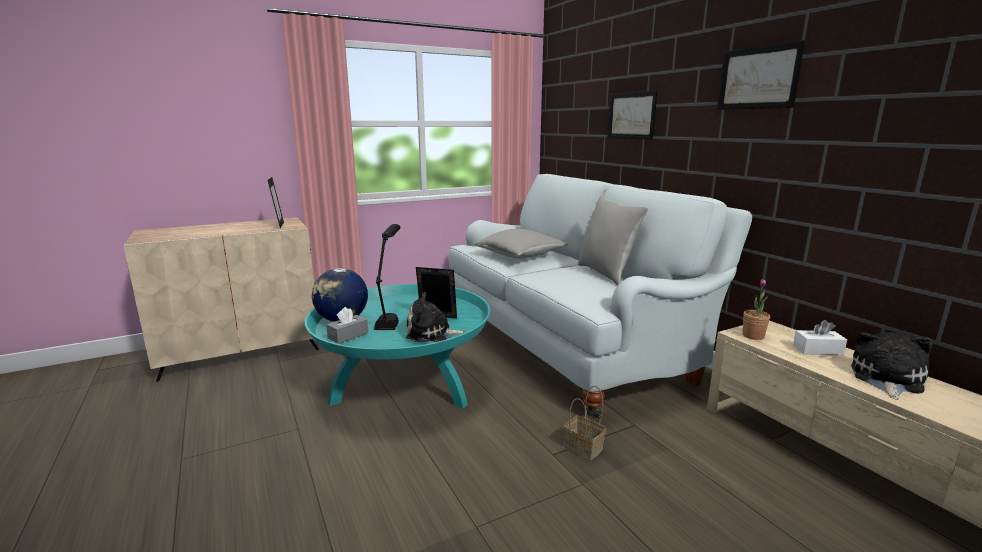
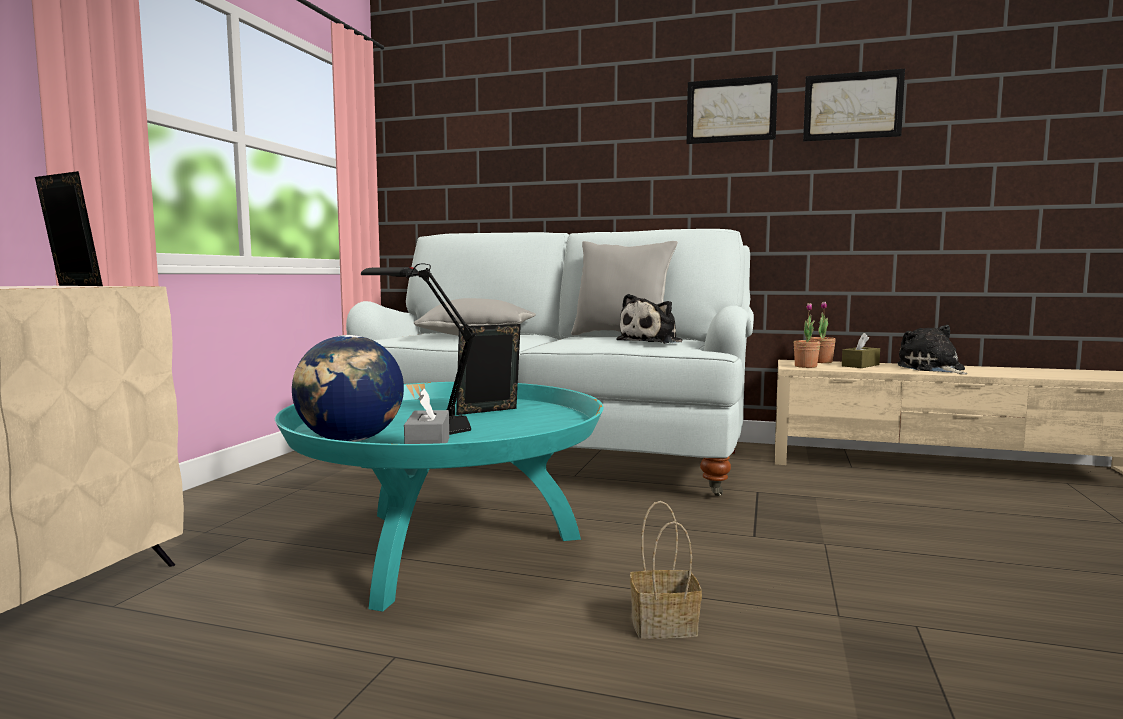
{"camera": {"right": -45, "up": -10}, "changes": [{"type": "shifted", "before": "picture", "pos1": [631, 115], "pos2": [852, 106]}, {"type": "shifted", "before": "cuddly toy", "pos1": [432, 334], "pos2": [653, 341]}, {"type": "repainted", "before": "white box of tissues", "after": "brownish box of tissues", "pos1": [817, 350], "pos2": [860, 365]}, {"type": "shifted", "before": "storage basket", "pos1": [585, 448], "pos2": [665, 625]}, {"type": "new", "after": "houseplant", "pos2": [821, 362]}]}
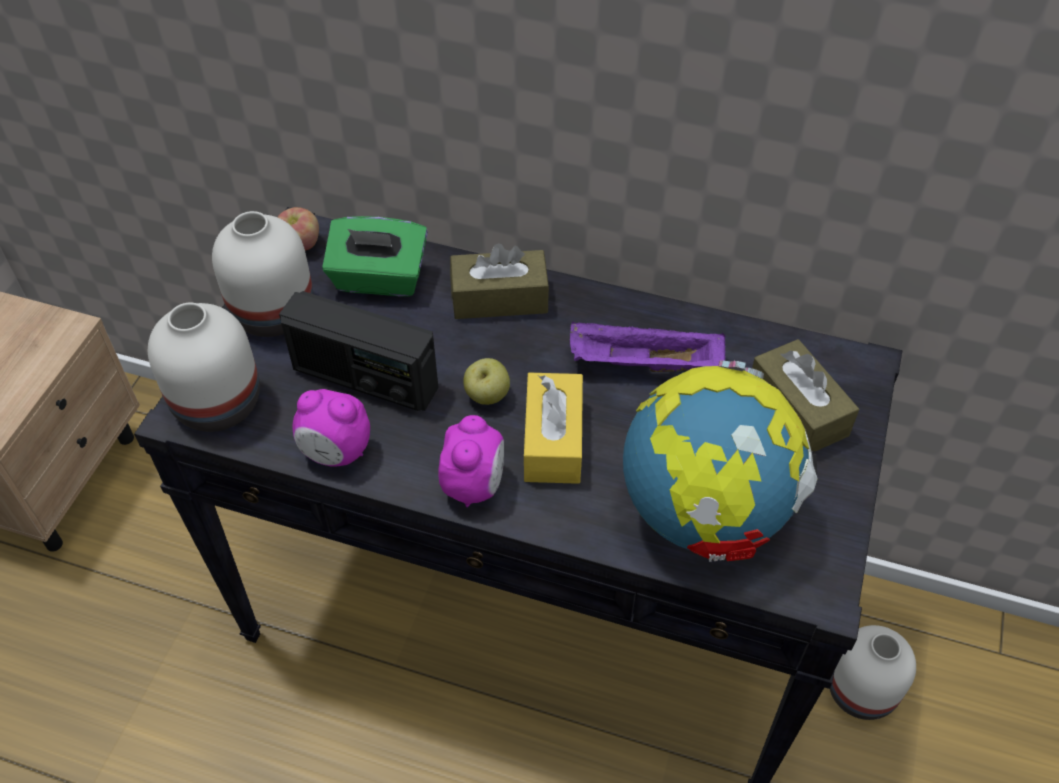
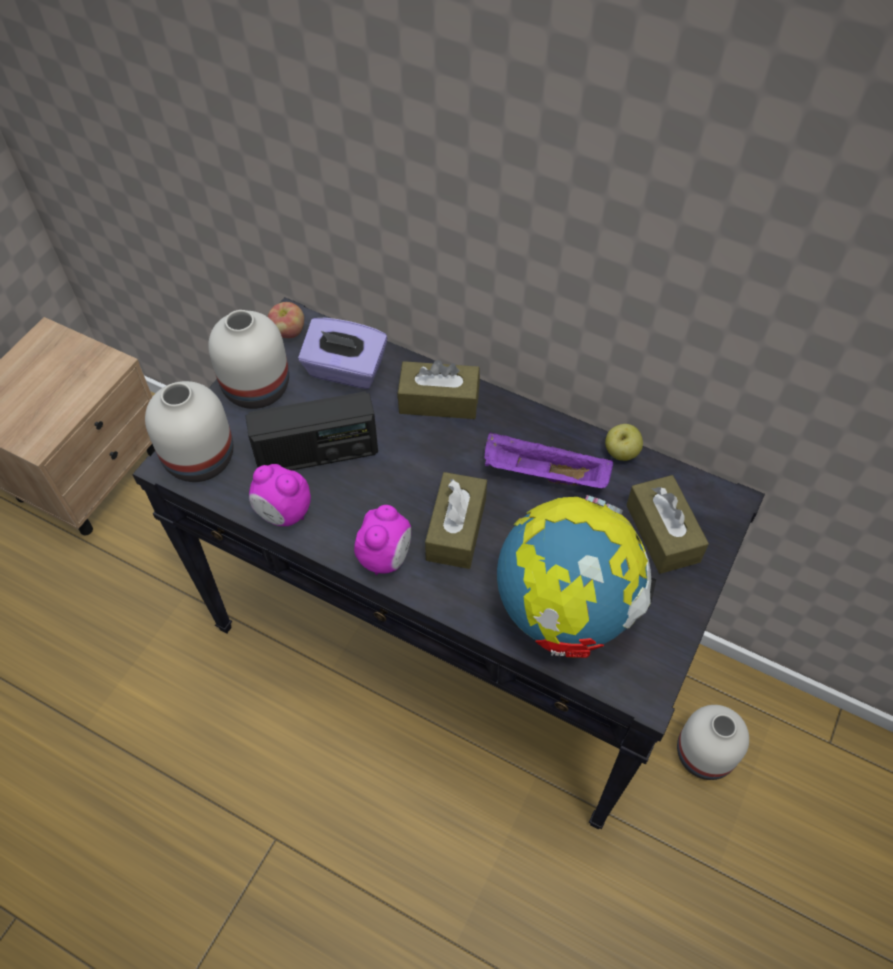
{"camera": {"right": 10, "up": 5}, "changes": [{"type": "repainted", "before": "green-coloured box of tissues", "after": "purplish box of tissues", "pos1": [379, 279], "pos2": [345, 370]}, {"type": "rotated", "before": "radio", "pos1": [364, 378], "pos2": [317, 454], "turn": -45}, {"type": "shifted", "before": "apple fruit", "pos1": [487, 396], "pos2": [621, 453]}, {"type": "repainted", "before": "yellowish box of tissues", "after": "brownish box of tissues", "pos1": [553, 440], "pos2": [456, 529]}]}
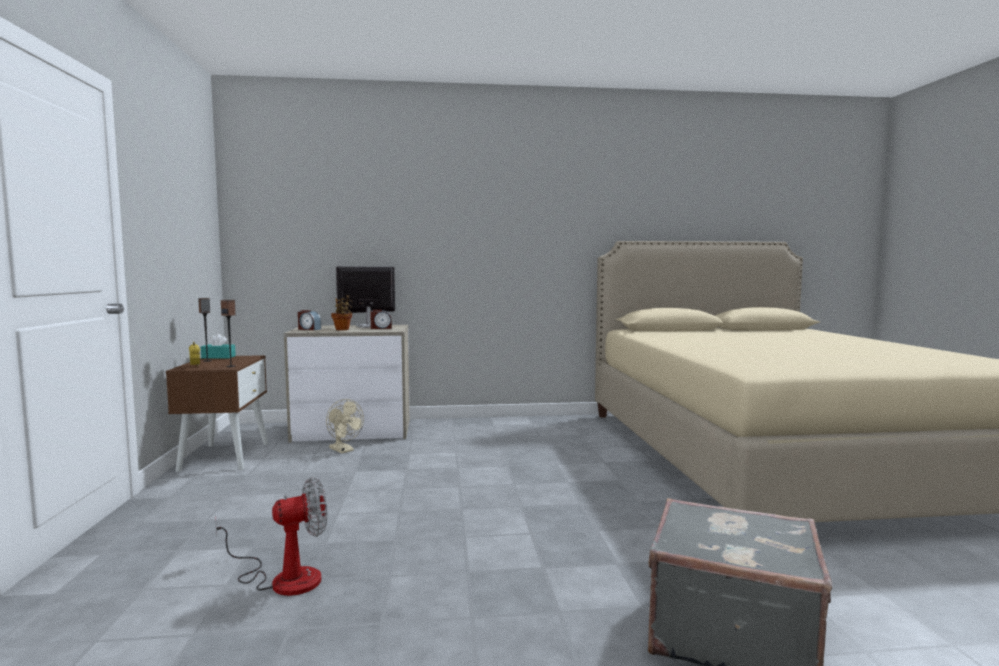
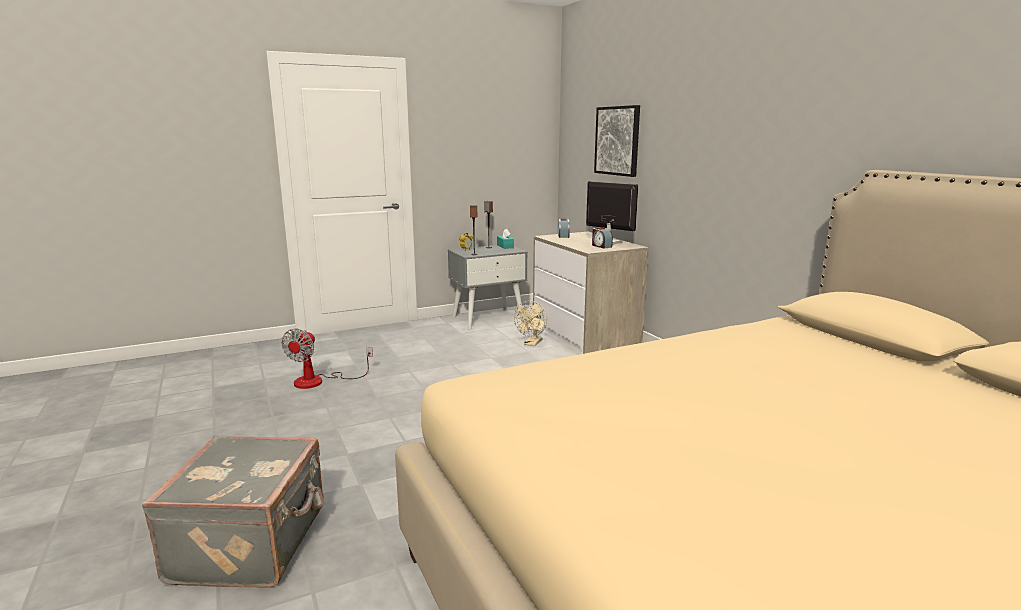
{"camera": {"right": 70, "up": 10}, "changes": [{"type": "gone", "before": "houseplant", "pos1": [342, 329]}, {"type": "repainted", "before": "brownish nightstand", "after": "greyish nightstand", "pos1": [225, 456], "pos2": [488, 318]}, {"type": "rotated", "before": "cooling fan", "pos1": [283, 578], "pos2": [319, 381], "turn": 60}, {"type": "new", "after": "picture", "pos2": [617, 141]}]}
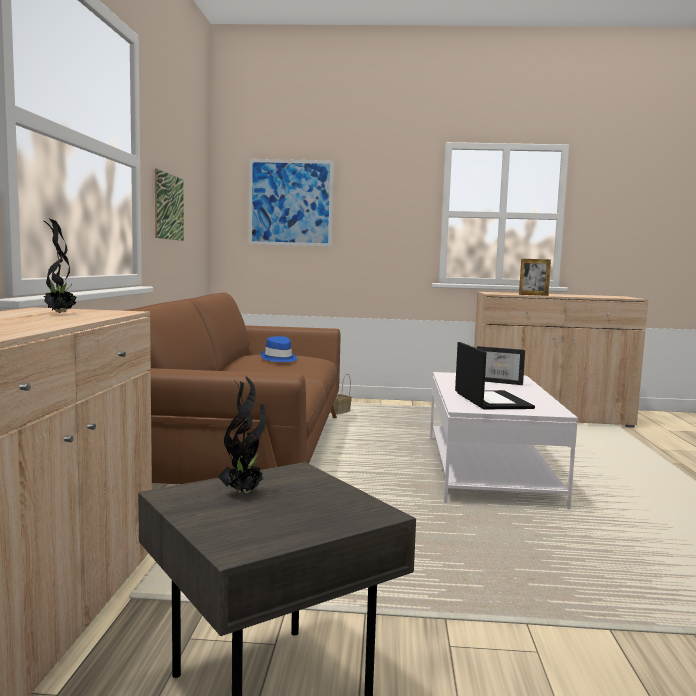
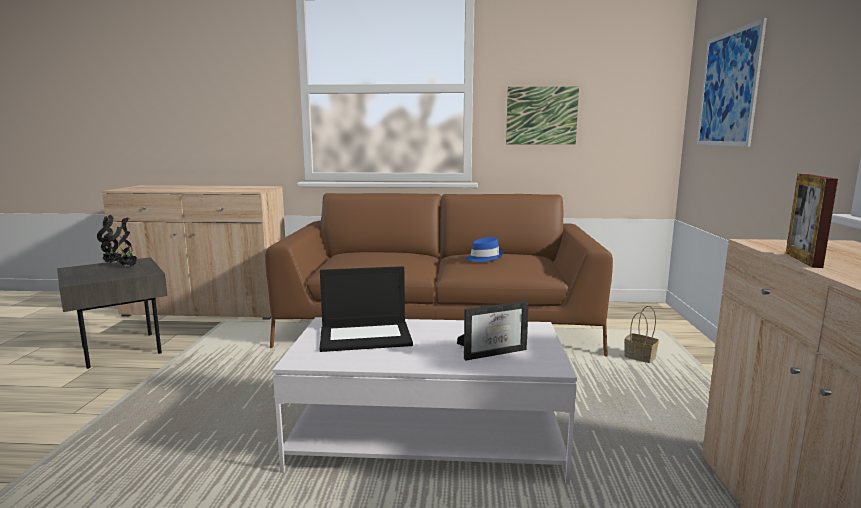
{"camera": {"right": 90, "up": 5}, "changes": [{"type": "shifted", "before": "houseplant", "pos1": [59, 313], "pos2": [113, 263]}, {"type": "rotated", "before": "picture frame", "pos1": [500, 382], "pos2": [493, 351], "turn": -135}]}
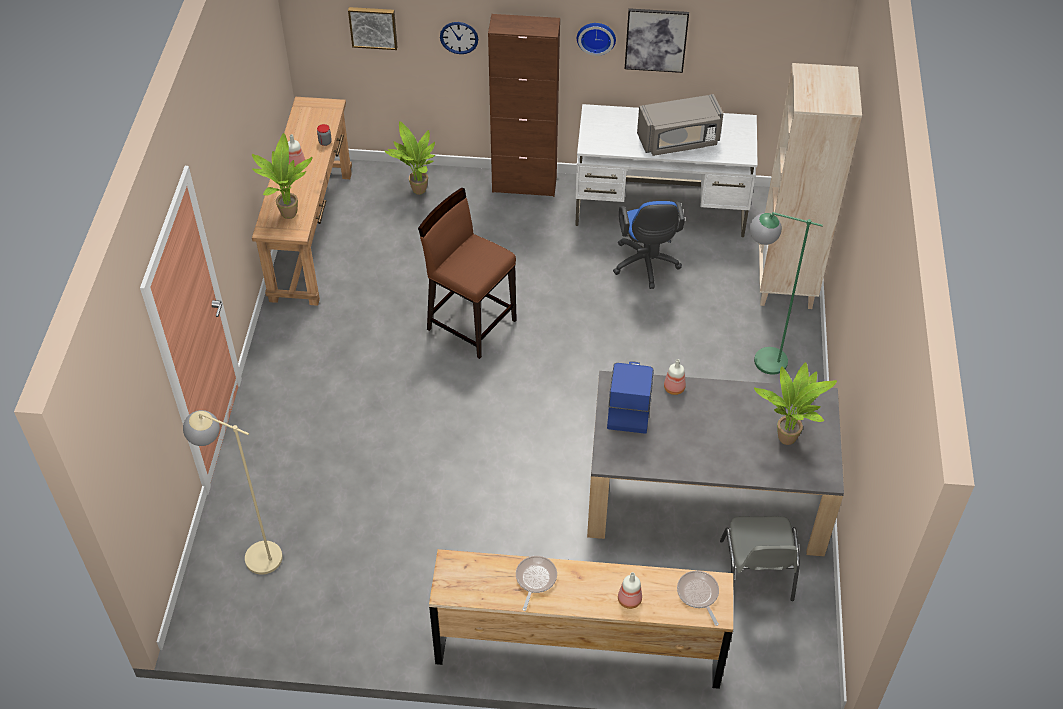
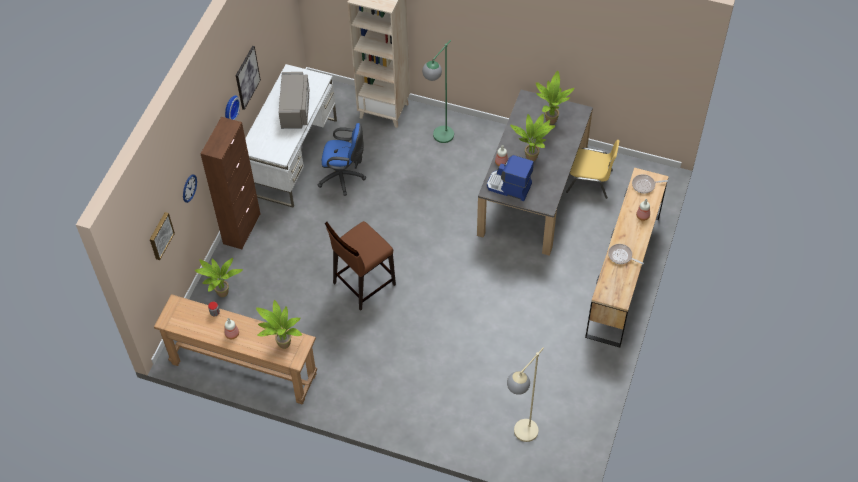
{"camera": {"right": -75, "up": 5}, "changes": [{"type": "repainted", "before": "greyish upright chair", "after": "yellowish upright chair", "pos1": [757, 571], "pos2": [590, 181]}, {"type": "new", "after": "houseplant", "pos2": [532, 157]}]}
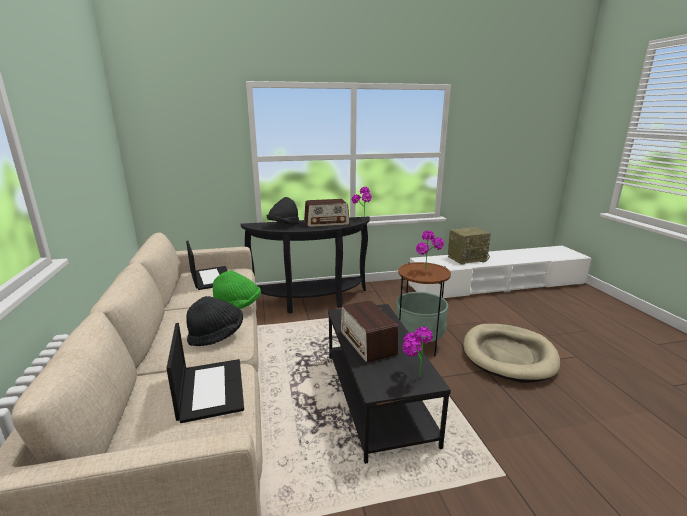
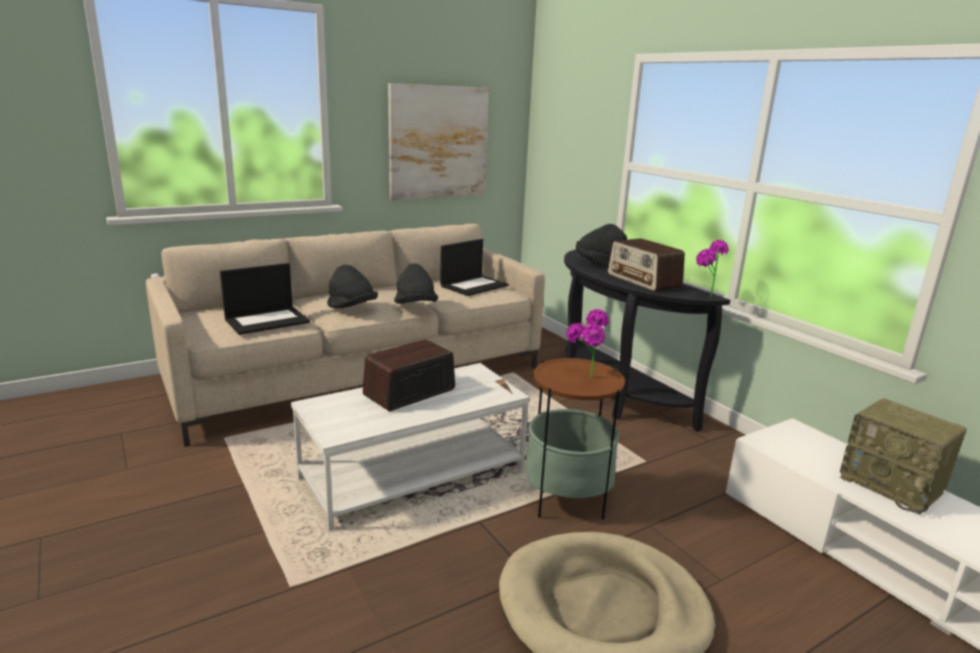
{"camera": {"right": 70, "up": 0}, "changes": [{"type": "repainted", "before": "green-coloured clothing hat", "after": "black clothing hat", "pos1": [238, 306], "pos2": [415, 306]}, {"type": "repainted", "before": "black lounge table", "after": "white lounge table", "pos1": [376, 396], "pos2": [413, 473]}, {"type": "gone", "before": "houseplant", "pos1": [412, 377]}, {"type": "new", "after": "picture", "pos2": [438, 142]}]}
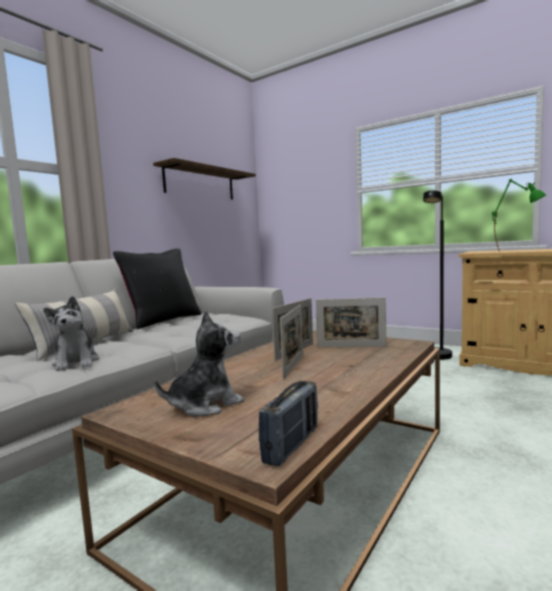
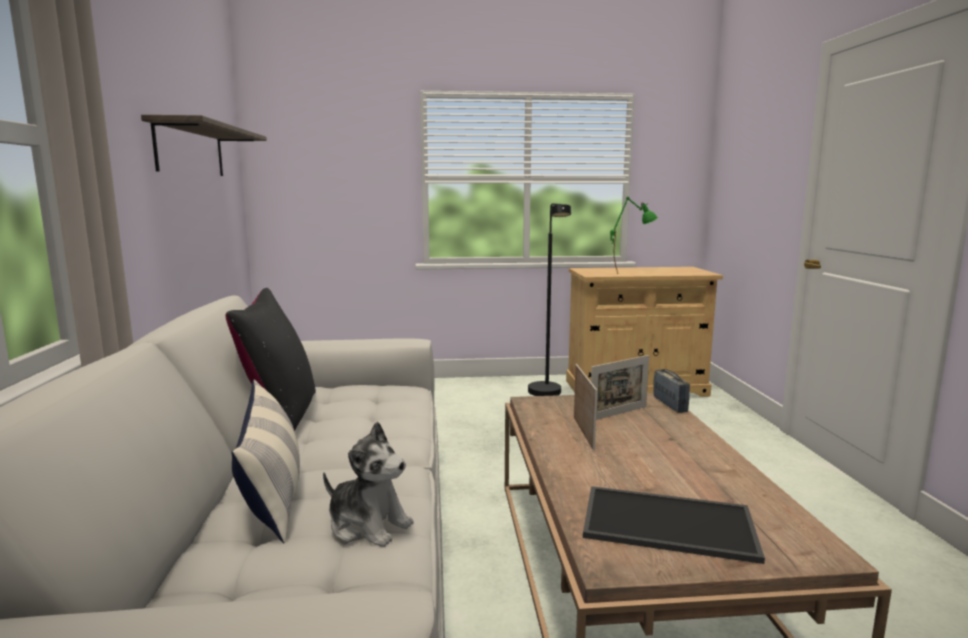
{"camera": {"right": -40, "up": 5}, "changes": [{"type": "gone", "before": "picture frame", "pos1": [293, 366]}, {"type": "swapped", "before": "cuddly toy", "after": "serving tray", "pos1": [205, 404], "pos2": [666, 524]}, {"type": "shifted", "before": "radio", "pos1": [292, 445], "pos2": [670, 404]}]}
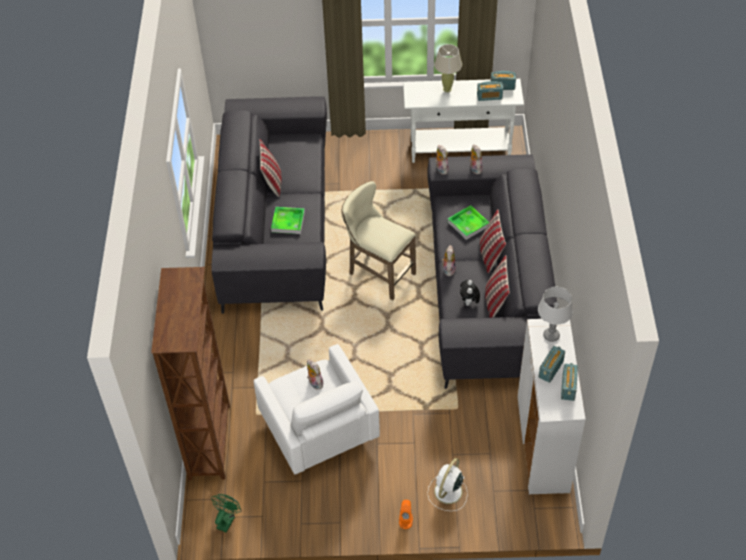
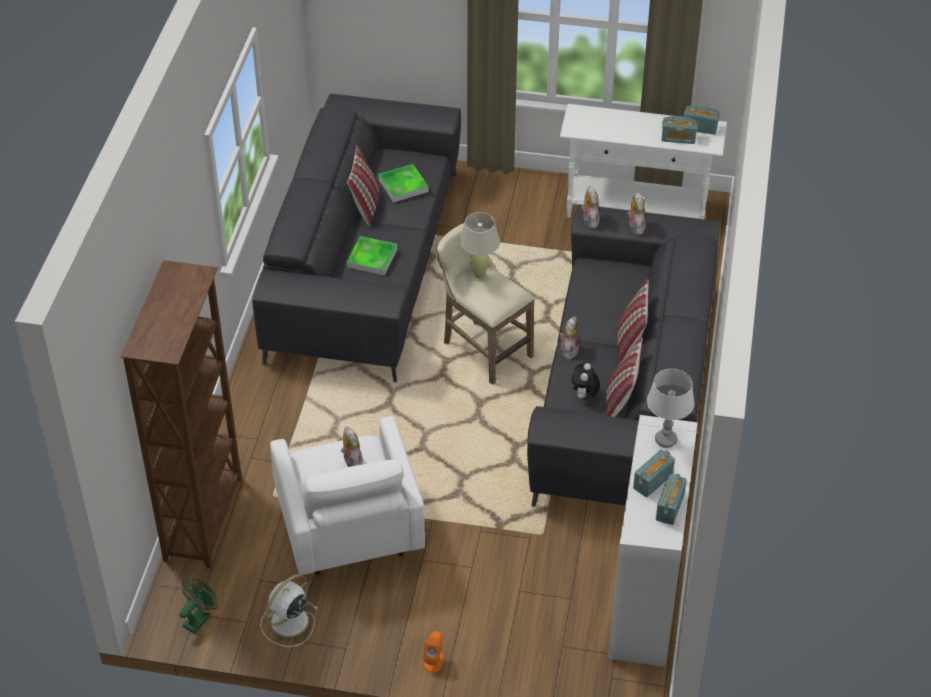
{"camera": {"right": 10, "up": -5}, "changes": [{"type": "shifted", "before": "beige lamp for a table", "pos1": [447, 89], "pos2": [479, 276]}, {"type": "shifted", "before": "serving tray", "pos1": [468, 224], "pos2": [403, 185]}, {"type": "shifted", "before": "white cooling fan", "pos1": [447, 492], "pos2": [288, 623]}]}
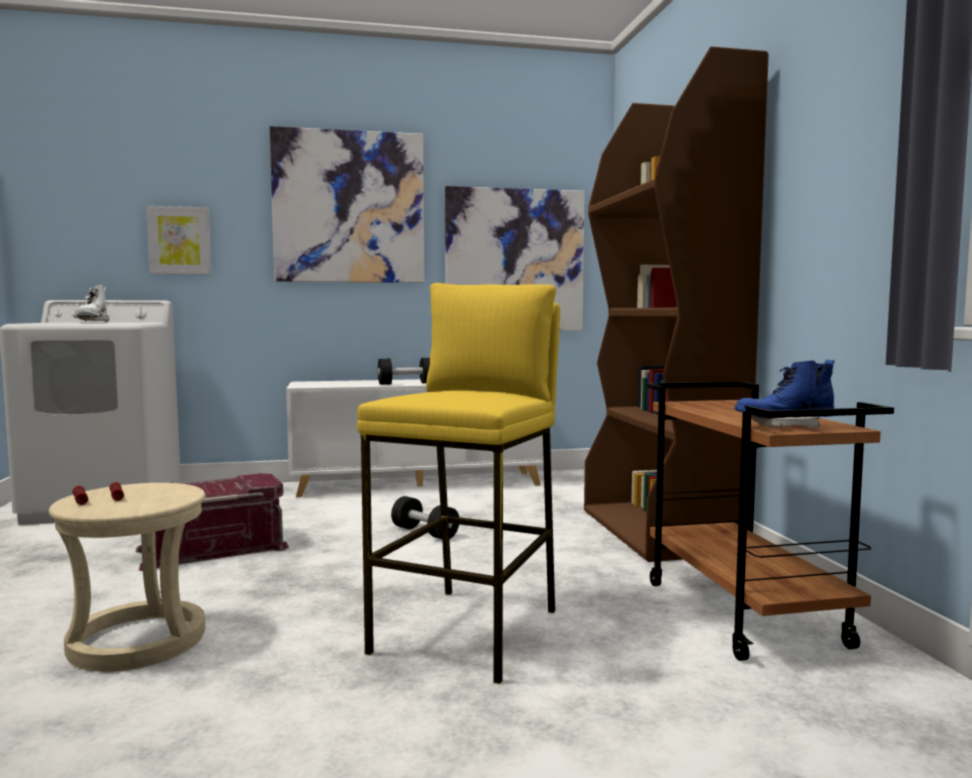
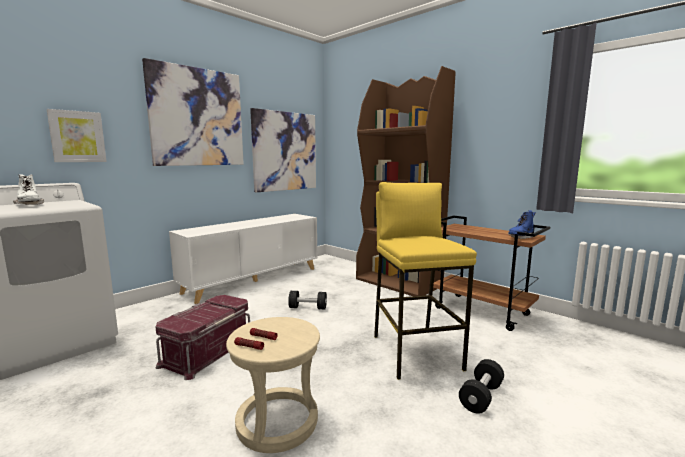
{"camera": {"right": -35, "up": 5}, "changes": [{"type": "shifted", "before": "black free weight", "pos1": [406, 383], "pos2": [481, 396]}]}
